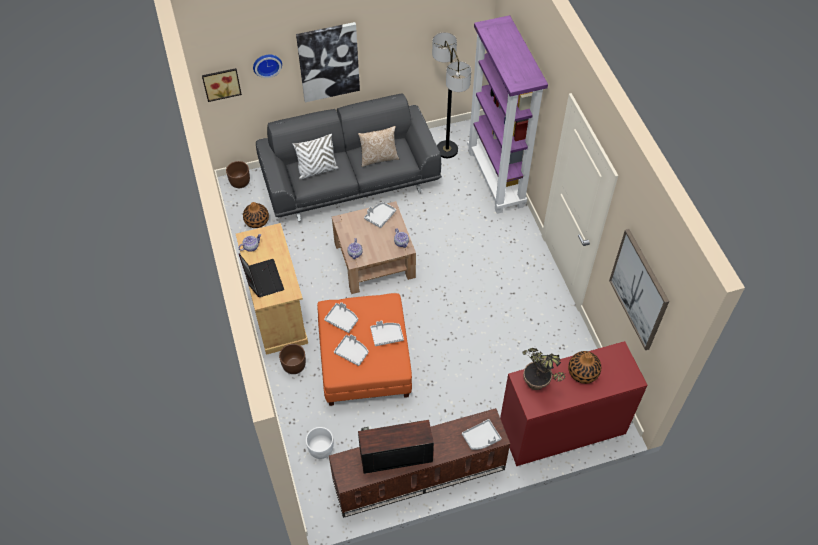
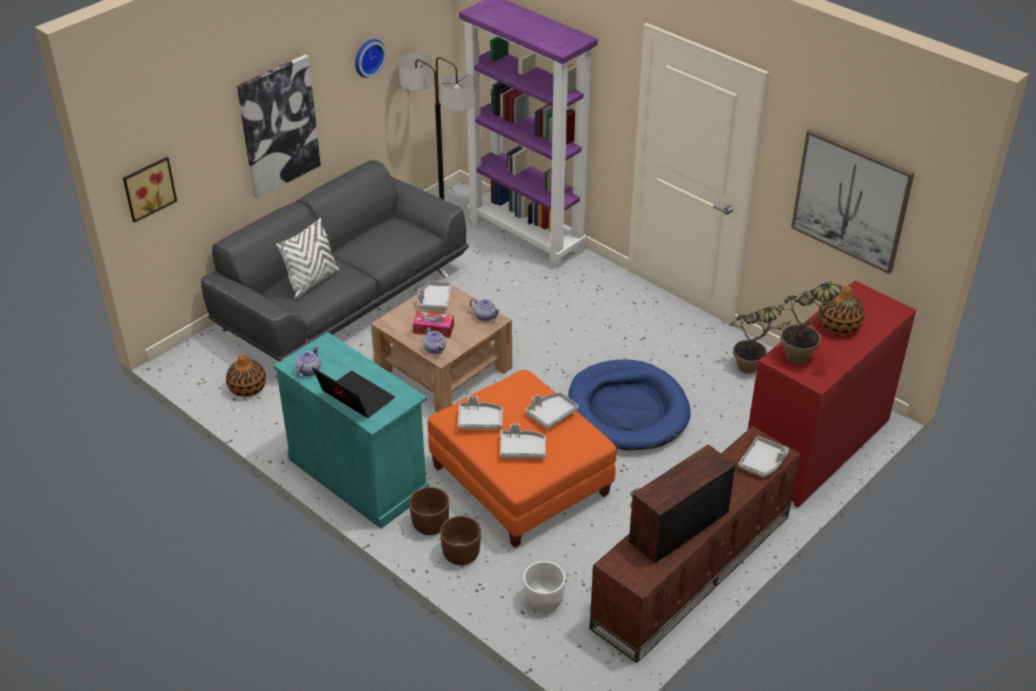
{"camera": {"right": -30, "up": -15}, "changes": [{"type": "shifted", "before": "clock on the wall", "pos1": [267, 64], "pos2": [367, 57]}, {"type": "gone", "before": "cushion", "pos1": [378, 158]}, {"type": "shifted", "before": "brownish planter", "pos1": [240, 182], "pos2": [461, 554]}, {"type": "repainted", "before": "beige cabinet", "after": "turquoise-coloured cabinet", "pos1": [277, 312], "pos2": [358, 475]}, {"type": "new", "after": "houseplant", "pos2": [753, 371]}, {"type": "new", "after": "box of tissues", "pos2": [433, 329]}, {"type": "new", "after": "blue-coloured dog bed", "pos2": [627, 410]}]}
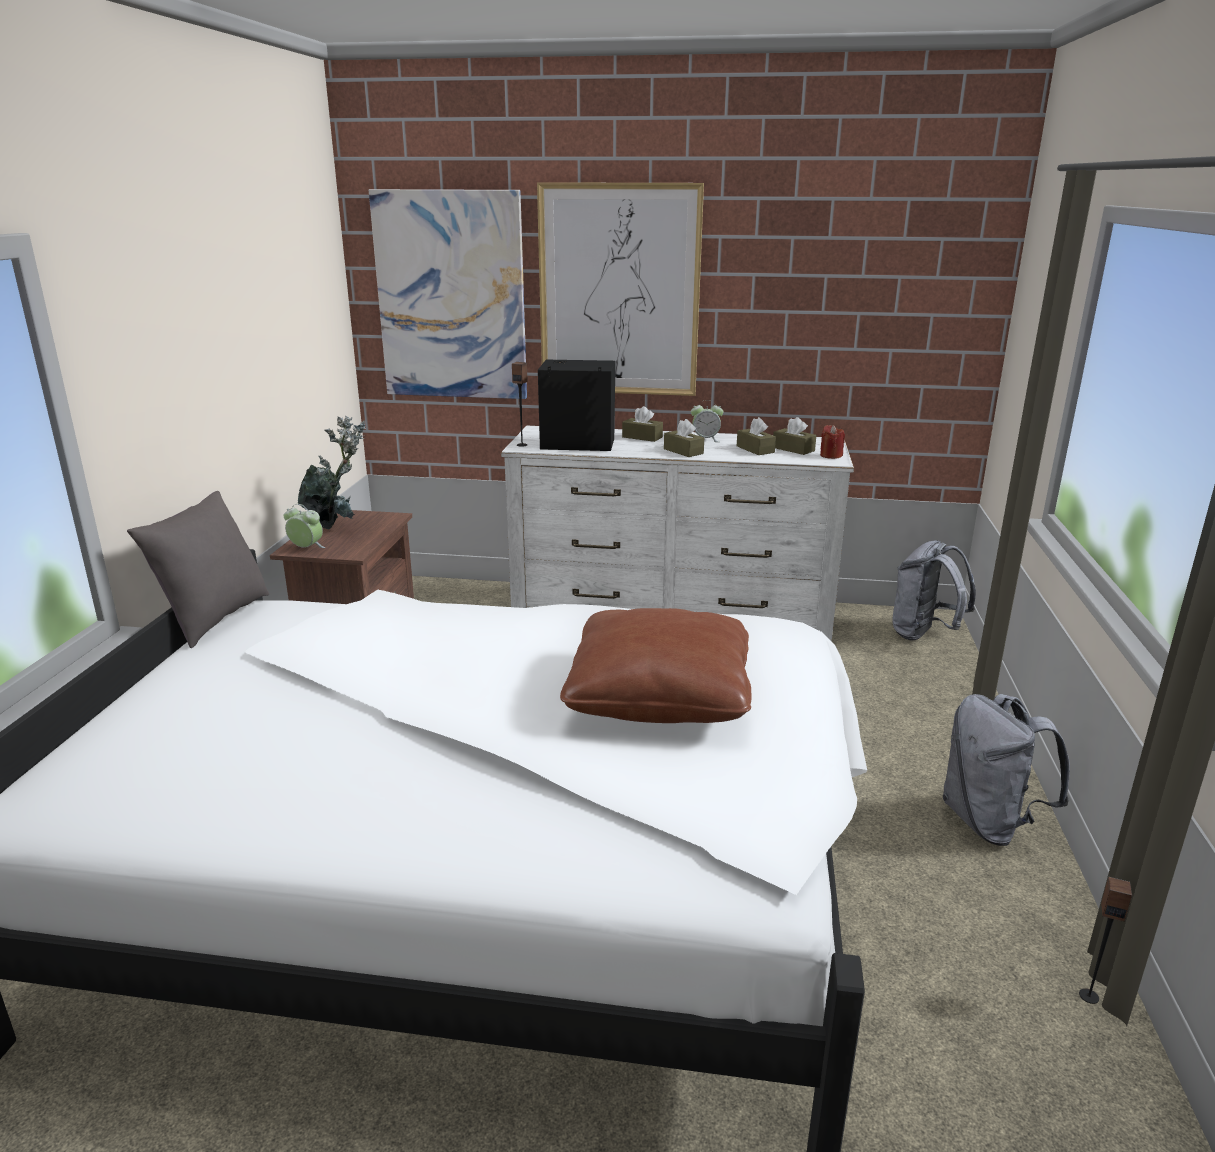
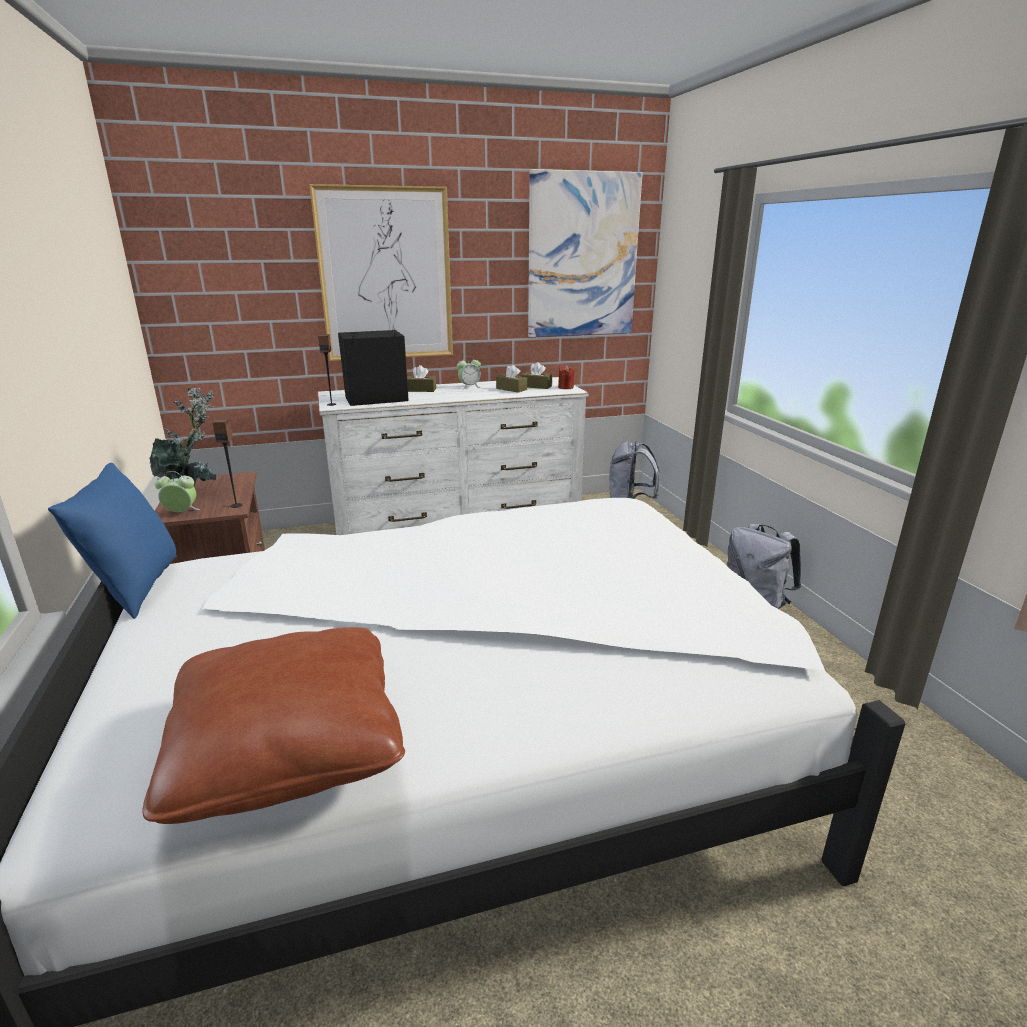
{"camera": {"right": -25, "up": 0}, "changes": [{"type": "shifted", "before": "picture", "pos1": [451, 296], "pos2": [582, 256]}, {"type": "gone", "before": "brownish box of tissues", "pos1": [683, 451]}, {"type": "repainted", "before": "greyish cushion", "after": "blue-coloured cushion", "pos1": [214, 619], "pos2": [135, 588]}, {"type": "shifted", "before": "brownish cushion", "pos1": [660, 695], "pos2": [288, 746]}, {"type": "shifted", "before": "speaker", "pos1": [1089, 996], "pos2": [236, 505]}]}
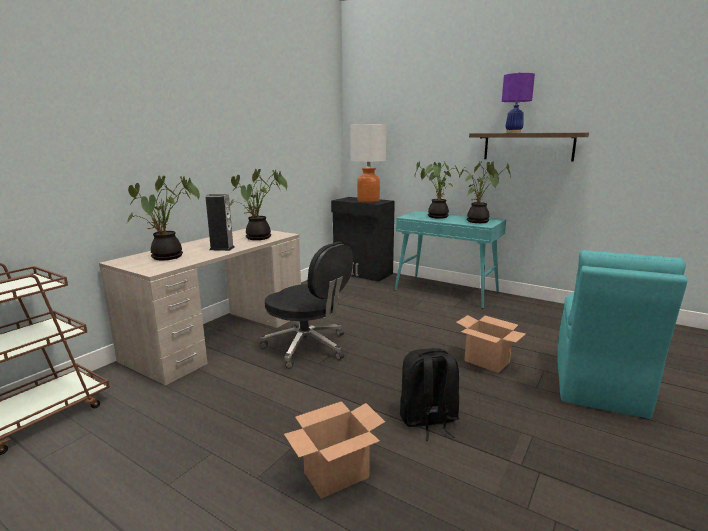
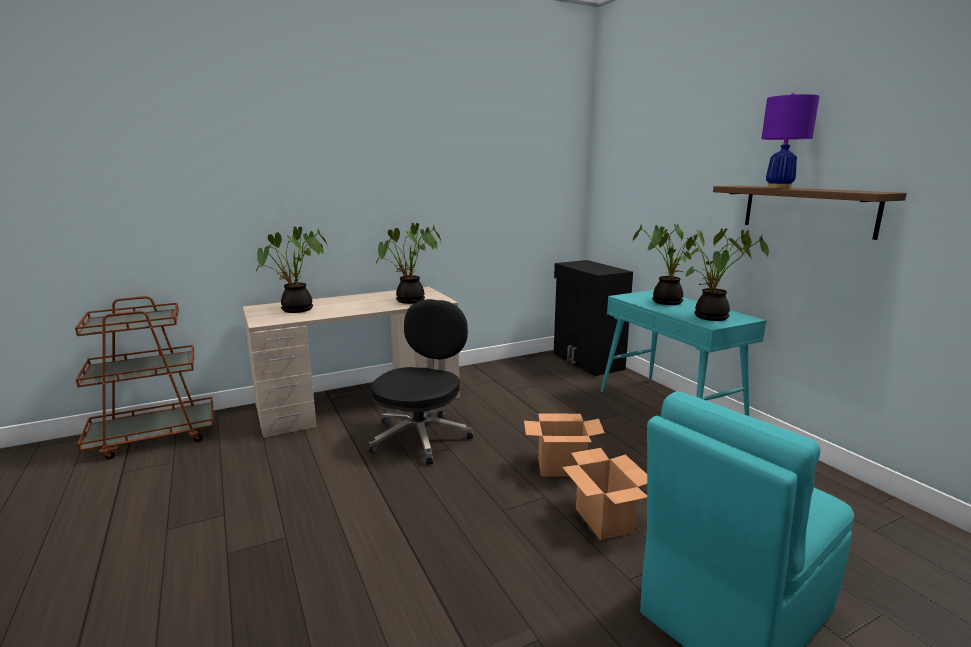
{"camera": {"right": 30, "up": 0}, "changes": [{"type": "gone", "before": "lamp for a table", "pos1": [368, 201]}, {"type": "gone", "before": "speaker", "pos1": [222, 248]}, {"type": "rotated", "before": "black office chair", "pos1": [308, 347], "pos2": [421, 436], "turn": -135}, {"type": "gone", "before": "black rucksack", "pos1": [428, 420]}, {"type": "shifted", "before": "packing box", "pos1": [336, 475], "pos2": [561, 468]}]}
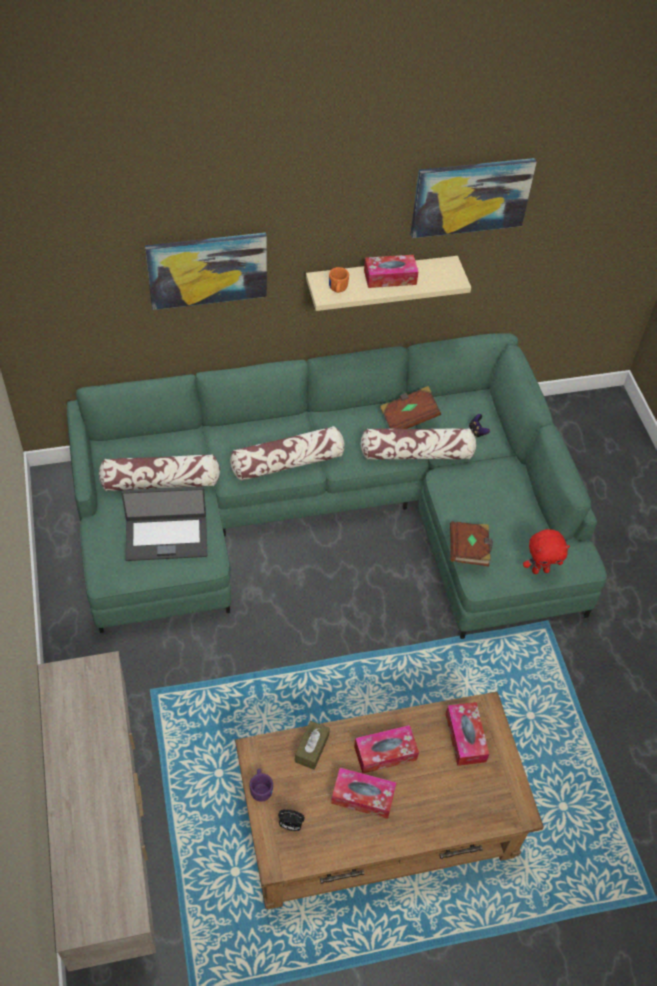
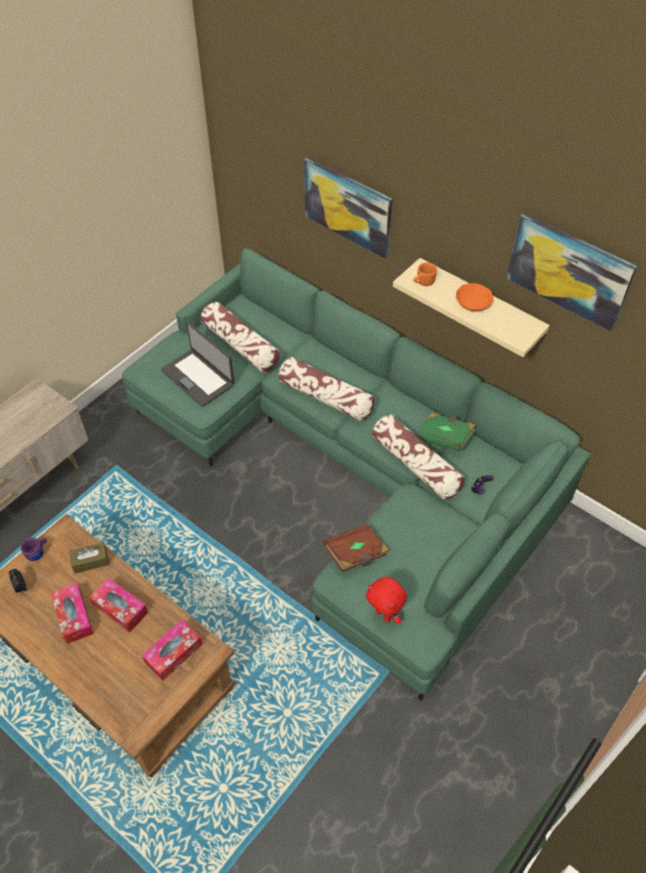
{"camera": {"right": 55, "up": 0}, "changes": [{"type": "swapped", "before": "box of tissues", "after": "orange-coloured deep dish", "pos1": [390, 277], "pos2": [473, 302]}, {"type": "repainted", "before": "brownish book", "after": "green-coloured book", "pos1": [408, 417], "pos2": [444, 438]}]}
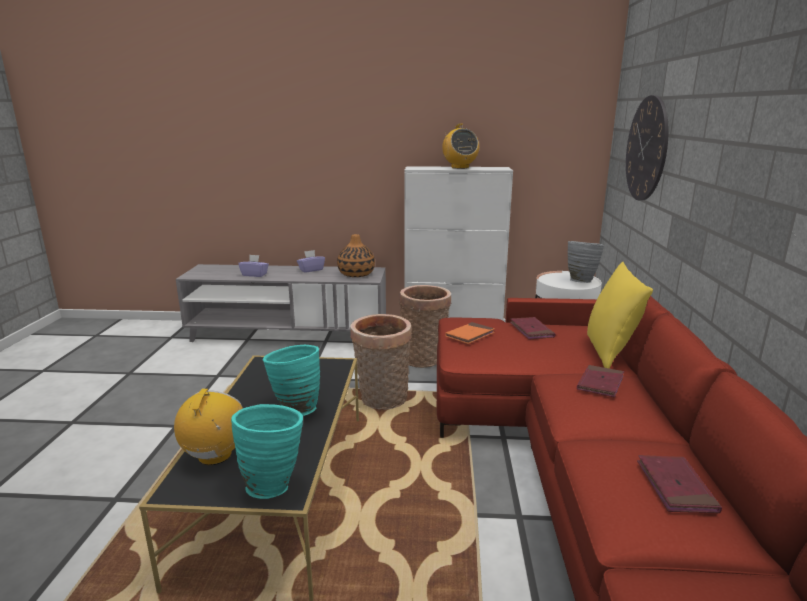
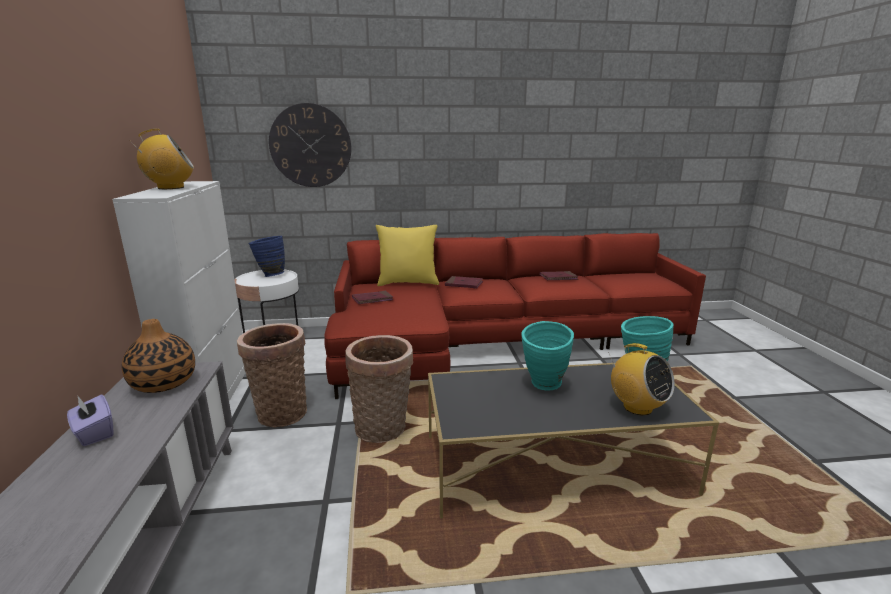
{"camera": {"right": -100, "up": 0}, "changes": [{"type": "repainted", "before": "greyish decorative vase", "after": "blue-coloured decorative vase", "pos1": [580, 281], "pos2": [270, 275]}, {"type": "gone", "before": "purplish box of tissues", "pos1": [254, 274]}, {"type": "gone", "before": "orange-coloured book", "pos1": [470, 335]}, {"type": "rotated", "before": "radio", "pos1": [215, 456], "pos2": [637, 407], "turn": -120}]}
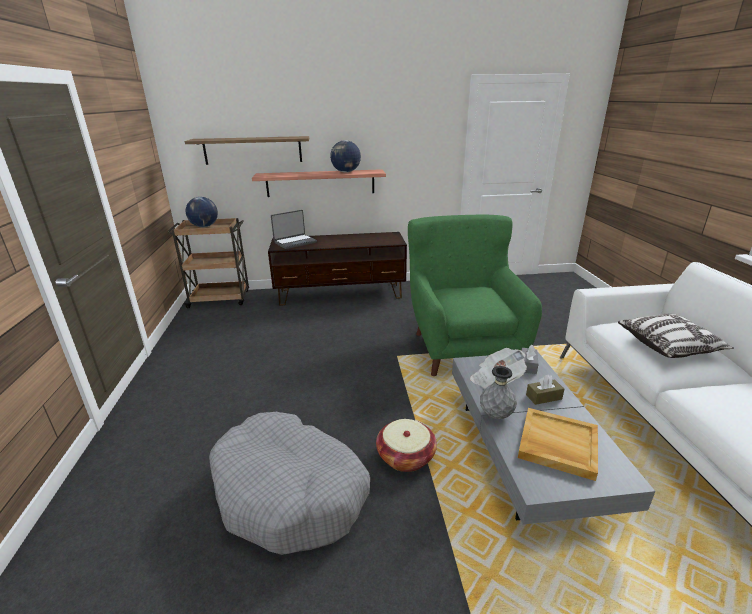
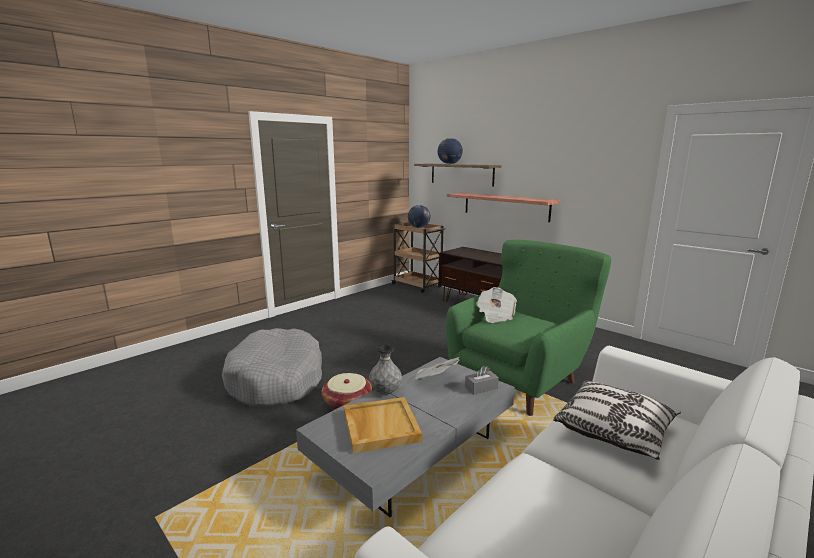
{"camera": {"right": 50, "up": -10}, "changes": [{"type": "shifted", "before": "globe", "pos1": [346, 172], "pos2": [449, 164]}, {"type": "gone", "before": "portable computer", "pos1": [295, 242]}, {"type": "gone", "before": "brownish box of tissues", "pos1": [543, 397]}, {"type": "new", "after": "newspaper", "pos2": [495, 316]}]}
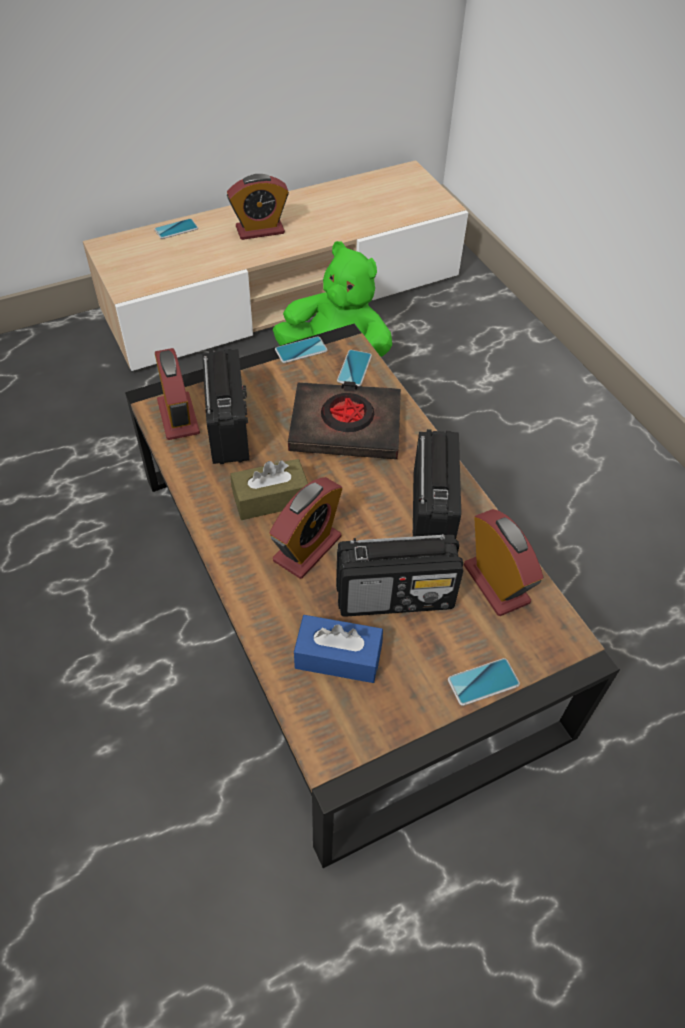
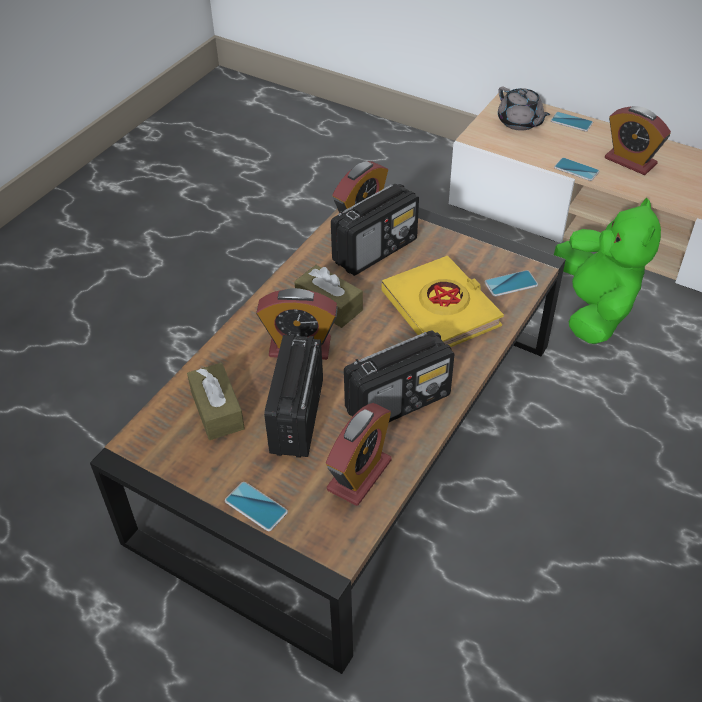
{"camera": {"right": 60, "up": -5}, "changes": [{"type": "shifted", "before": "phone", "pos1": [301, 350], "pos2": [576, 170]}, {"type": "repainted", "before": "black book", "after": "yellowish book", "pos1": [346, 426], "pos2": [441, 309]}, {"type": "rotated", "before": "radio", "pos1": [396, 596], "pos2": [297, 417], "turn": 45}, {"type": "repainted", "before": "blue-coloured box of tissues", "after": "brownish box of tissues", "pos1": [338, 657], "pos2": [217, 410]}, {"type": "new", "after": "greyish tea pot", "pos2": [520, 122]}]}
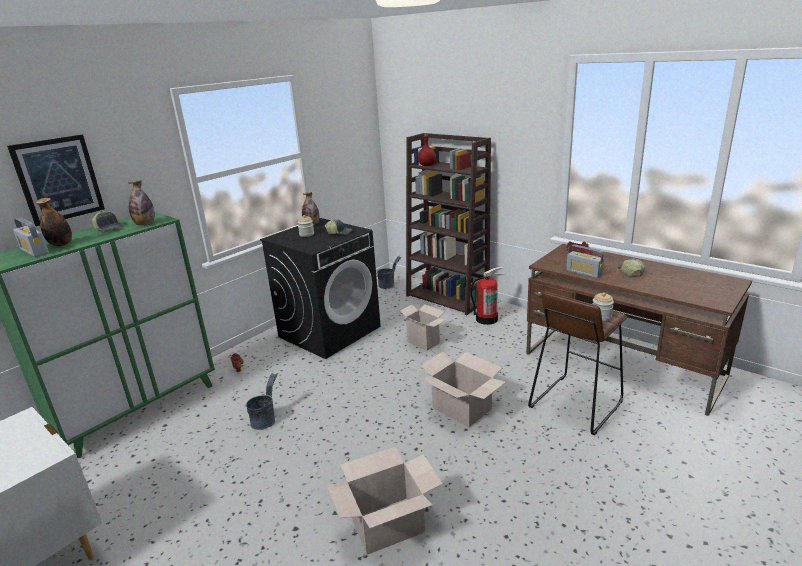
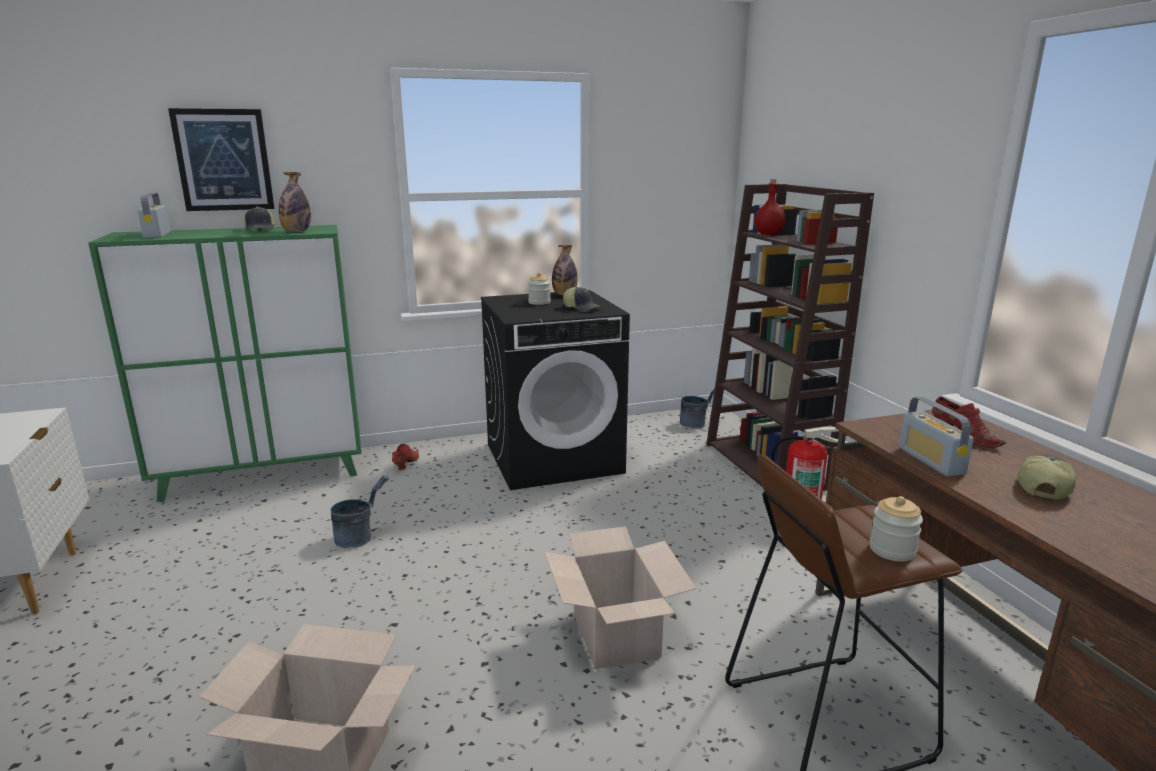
{"camera": {"right": 30, "up": -5}, "changes": [{"type": "gone", "before": "drink bottle", "pos1": [61, 244]}, {"type": "gone", "before": "packing box", "pos1": [424, 342]}]}
